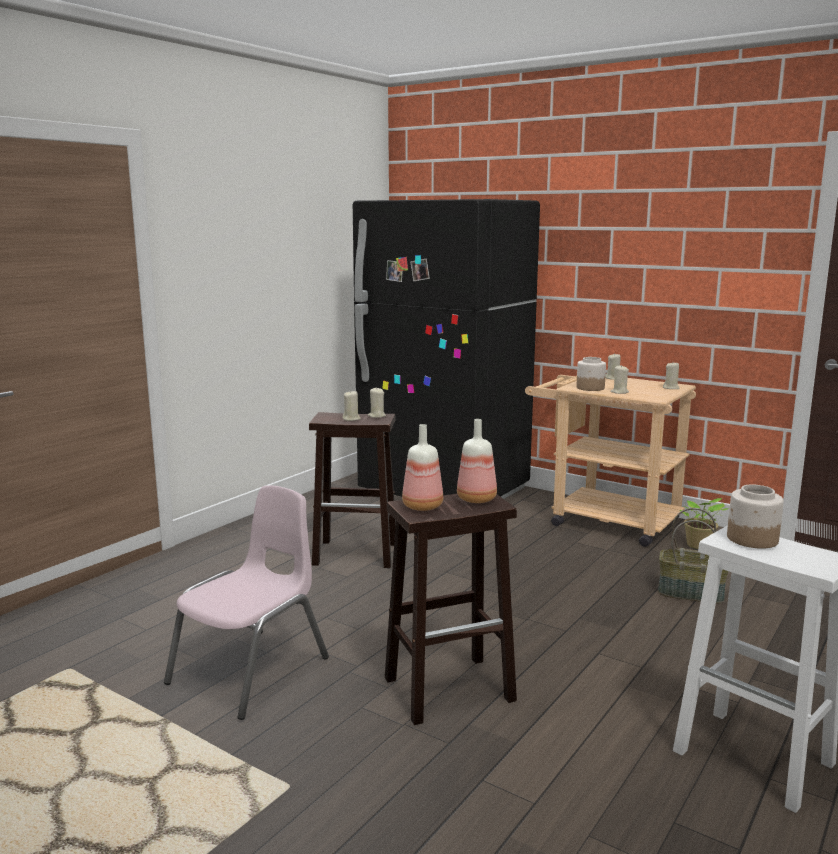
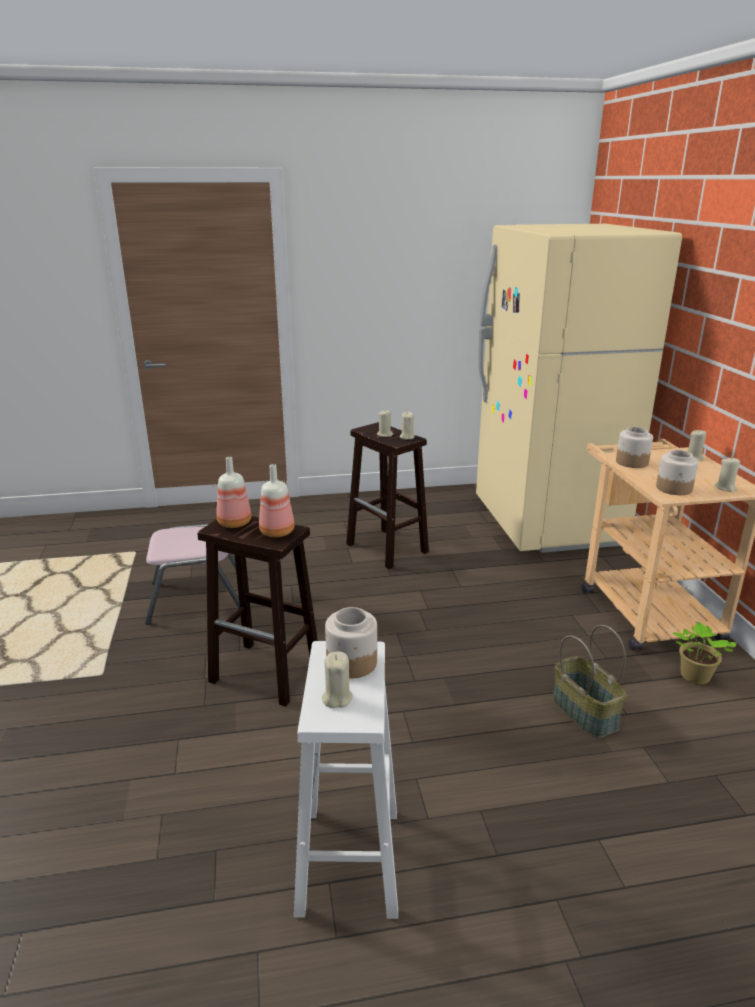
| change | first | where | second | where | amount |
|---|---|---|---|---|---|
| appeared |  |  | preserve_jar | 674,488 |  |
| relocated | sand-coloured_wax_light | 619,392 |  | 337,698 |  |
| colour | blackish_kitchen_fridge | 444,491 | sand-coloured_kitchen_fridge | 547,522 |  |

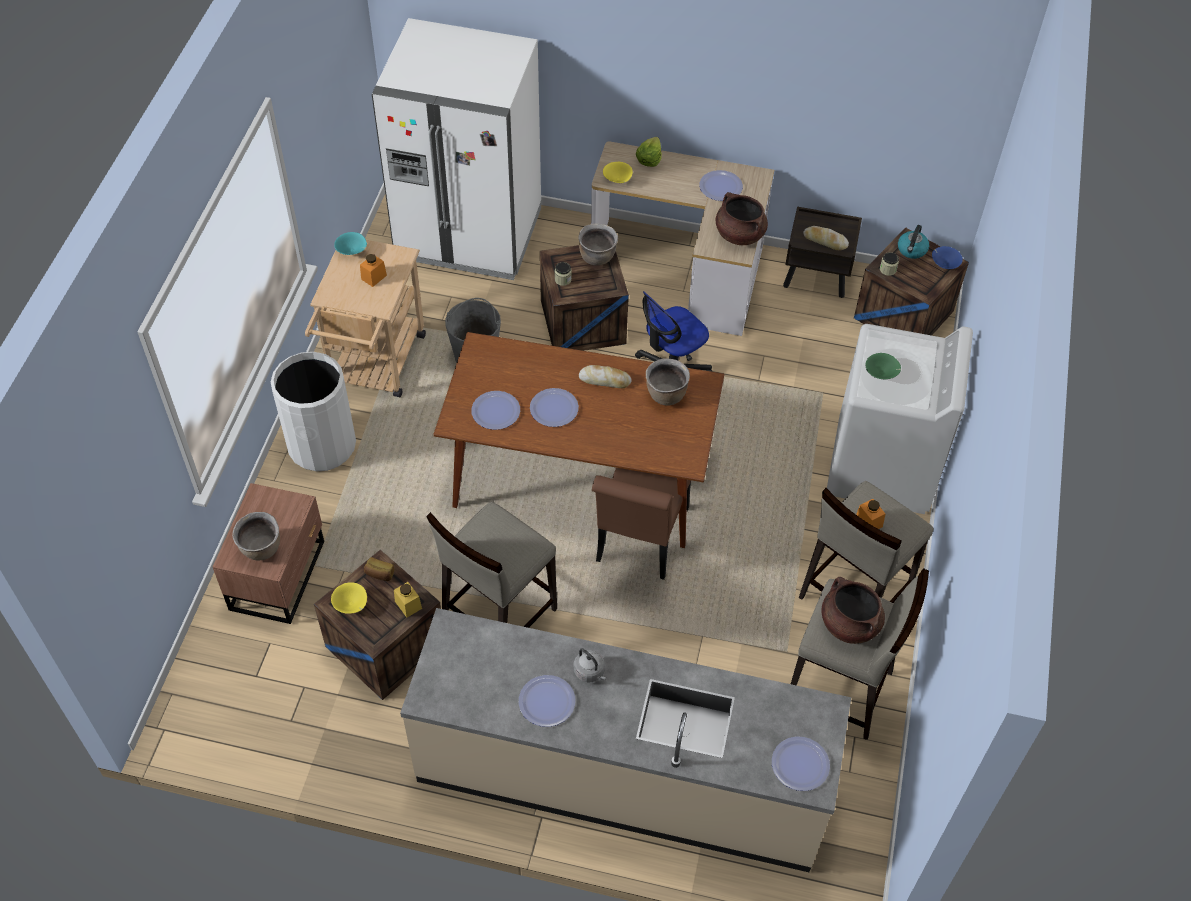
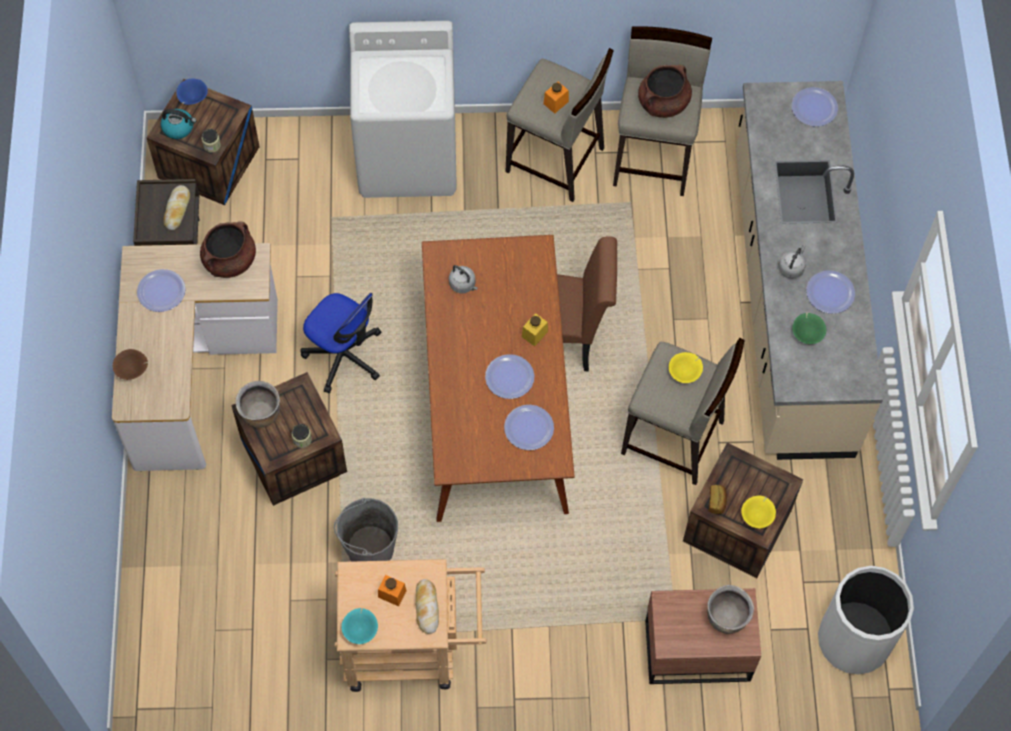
| change | first | where | second | where | amount |
|---|---|---|---|---|---|
| missing | white-coloured_kitchen_fridge | 469,234 |  |  |  |
| relocated | white-coloured_trash_can | 322,445 |  | 853,639 |  |
| relocated | yellow-coloured_preserve_jar | 408,605 |  | 534,334 |  |
| relocated | bread | 605,380 |  | 427,607 |  |
| relocated | yellow-coloured_serving_bowl | 617,180 |  | 685,372 |  |
| relocated | green_serving_bowl | 881,374 |  | 807,333 |  |
| exchanged | lettuce_head | 649,159 | brown_serving_bowl | 132,370 |  |
| exchanged | brown_cooking_pot | 665,395 | grey_kettle | 463,285 |  |

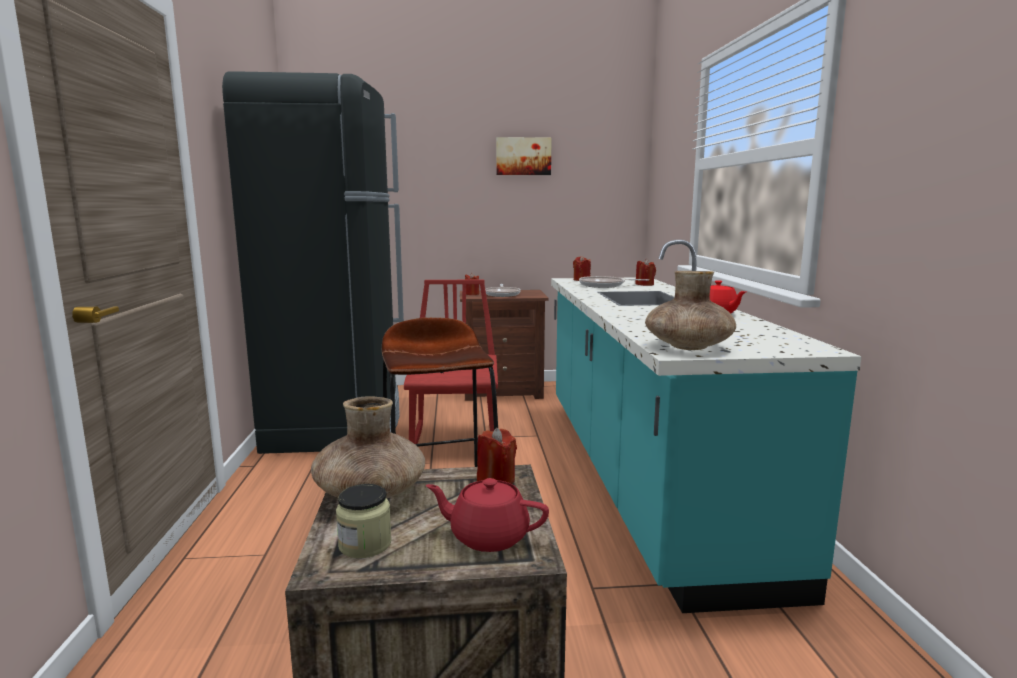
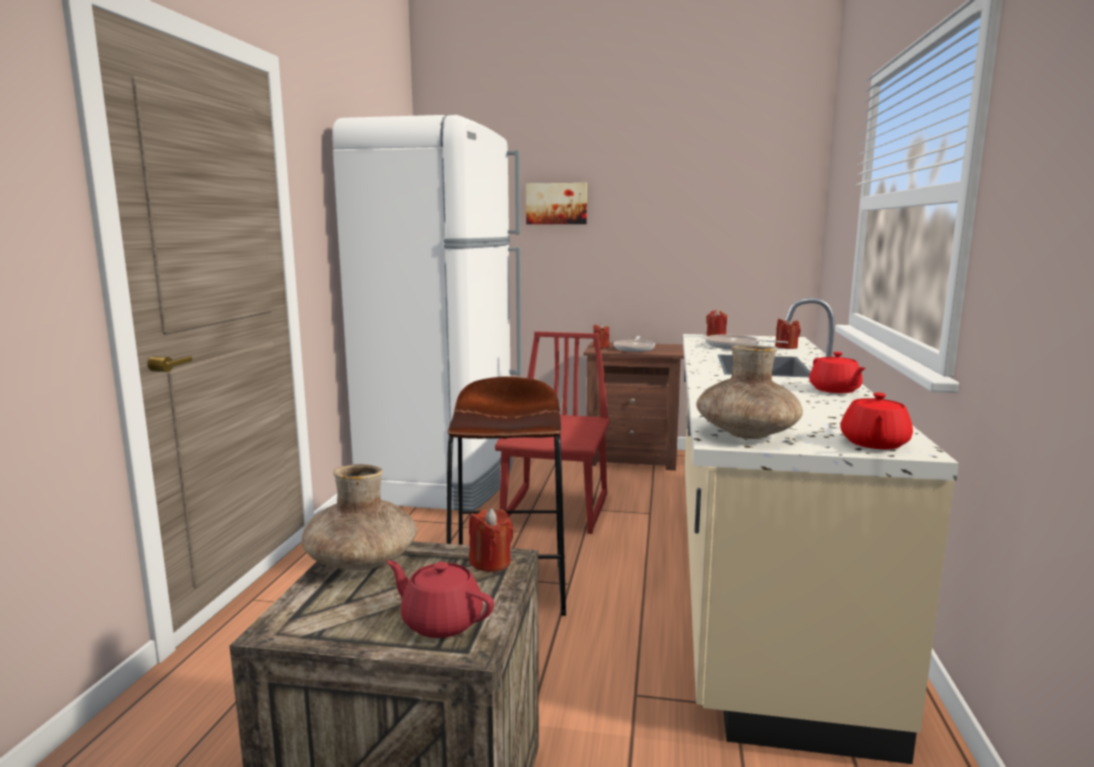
| change | first | where | second | where | amount |
|---|---|---|---|---|---|
| missing | preserve_jar | 365,544 |  |  |  |
| appeared |  |  | red_pot_for_tea | 873,443 |  |
| relocated | wall_art | 523,156 |  | 556,204 |  |
| colour | blackish_kitchen_fridge | 337,424 | white-coloured_kitchen_fridge | 443,479 |  |
| colour | turquoise-coloured_counter | 643,476 | sand-coloured_counter | 754,575 |  |

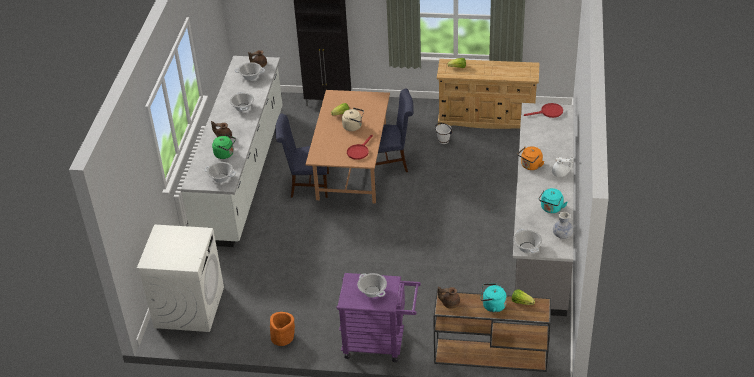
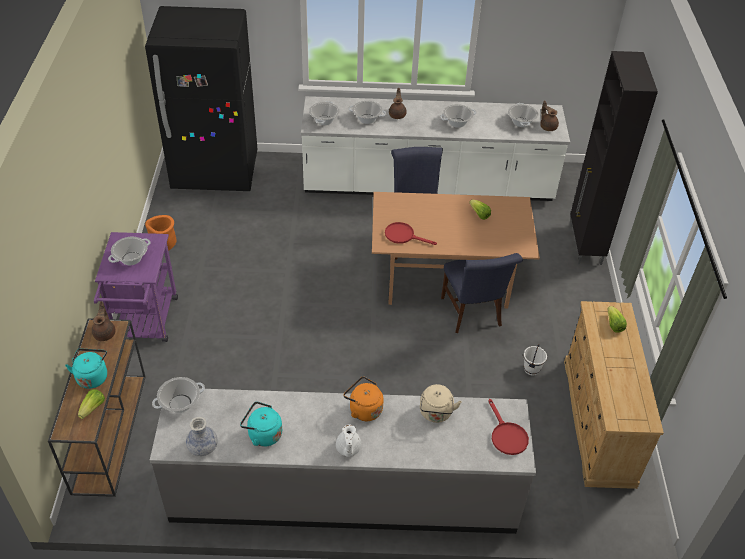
| change | first | where | second | where | amount |
|---|---|---|---|---|---|
| relocated | sand-coloured_kettle | 353,126 |  | 436,414 |  |
| exchanged | white-coloured_washing_machine | 189,307 | blackish_kitchen_fridge | 215,172 |  |
| exchanged | green_kettle | 225,154 | cooking_pot | 367,119 |  |

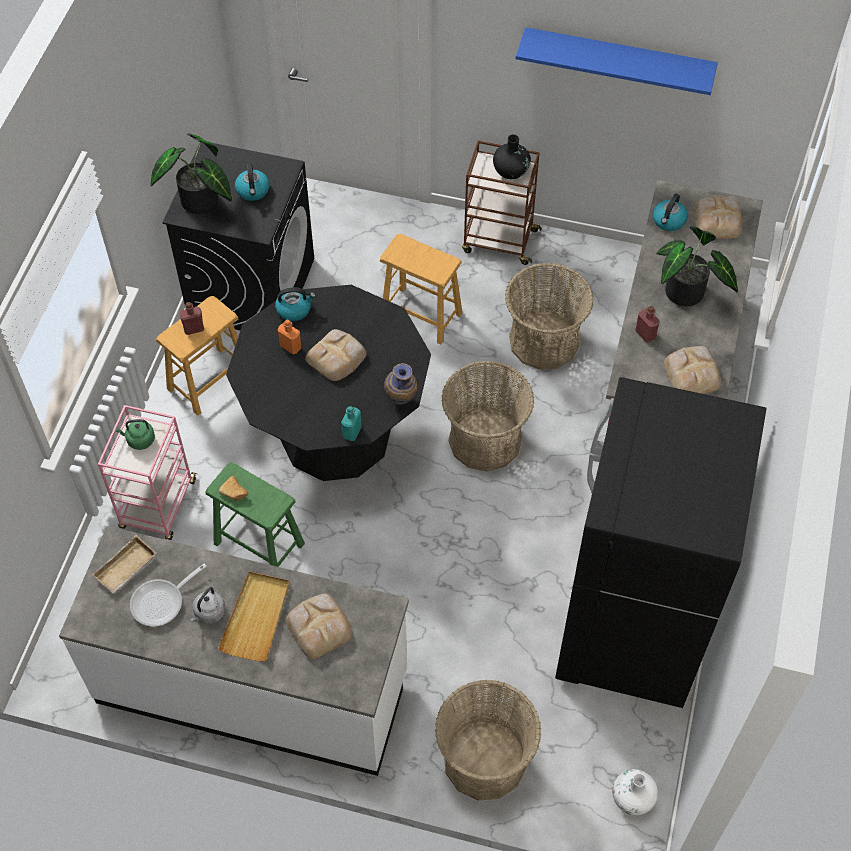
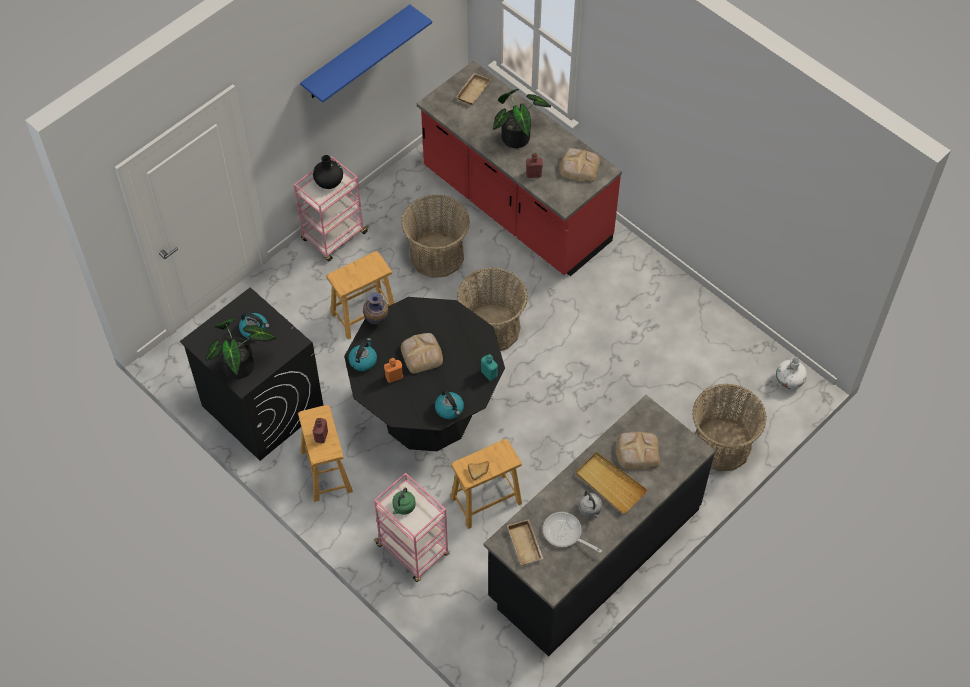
| change | first | where | second | where | amount |
|---|---|---|---|---|---|
| missing | blackish_kitchen_fridge | 631,628 |  |  |  |
| relocated | decorative_vase | 401,401 |  | 377,321 |  |
| relocated | kettle | 668,221 |  | 450,409 |  |
| exchanged | bread | 718,220 | sand-coloured_carrying_tray | 472,90 |  |
| colour | white-coloured_counter | 253,686 | blackish_counter | 593,553 |  |
| colour | green_stool | 259,544 | brown_stool | 486,500 |  |
| colour | brown_cart | 498,241 | pink_cart | 334,237 |  |
| spun | pan | 162,602 |  | 565,534 | 135 degrees clockwise |

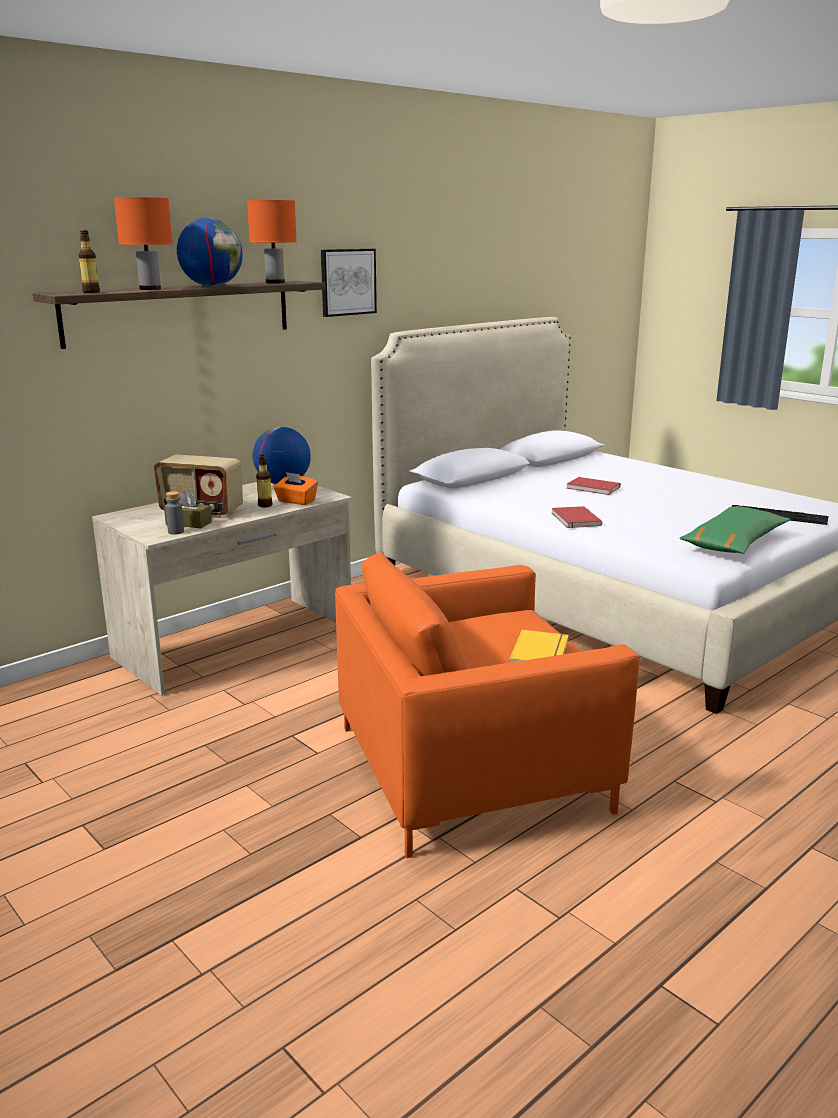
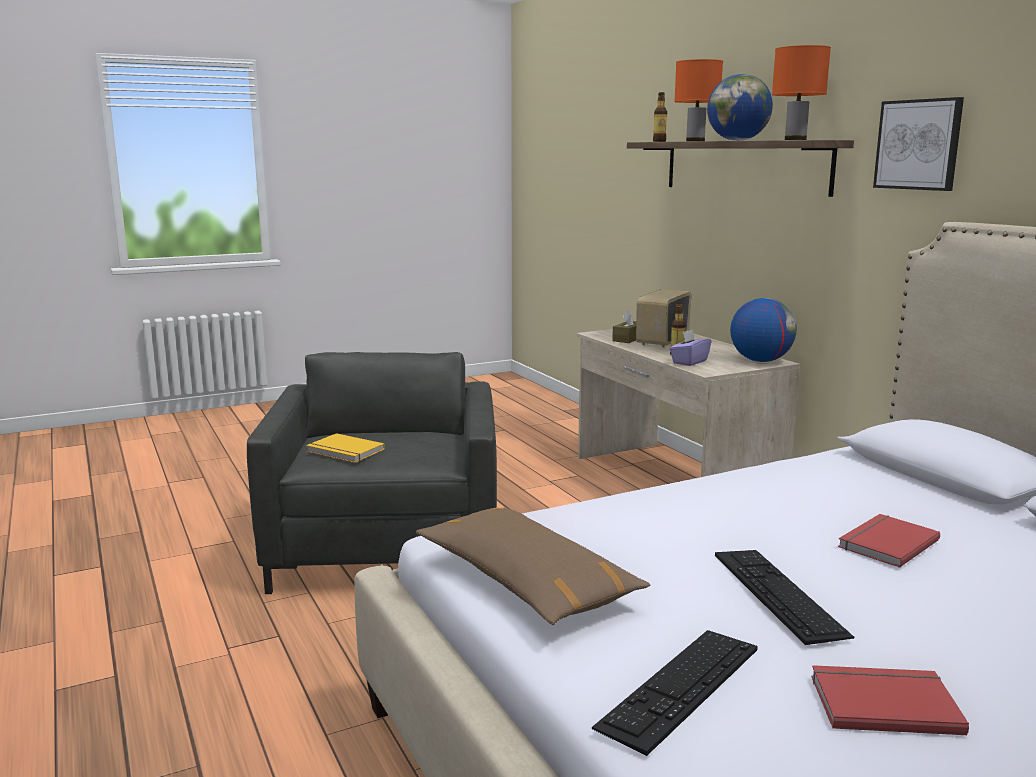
| change | first | where | second | where | amount |
|---|---|---|---|---|---|
| missing | grey_bottle | 176,532 |  |  |  |
| appeared |  |  | keyboard | 778,593 |  |
| relocated | red_volume | 574,519 |  | 882,702 |  |
| colour | orange_tissue_box | 296,501 | purplish_tissue_box | 689,362 |  |
| colour | orange_armchair | 469,767 | grey_armchair | 388,547 |  |
| colour | green_throw_pillow | 733,543 | brown_throw_pillow | 525,582 |  |

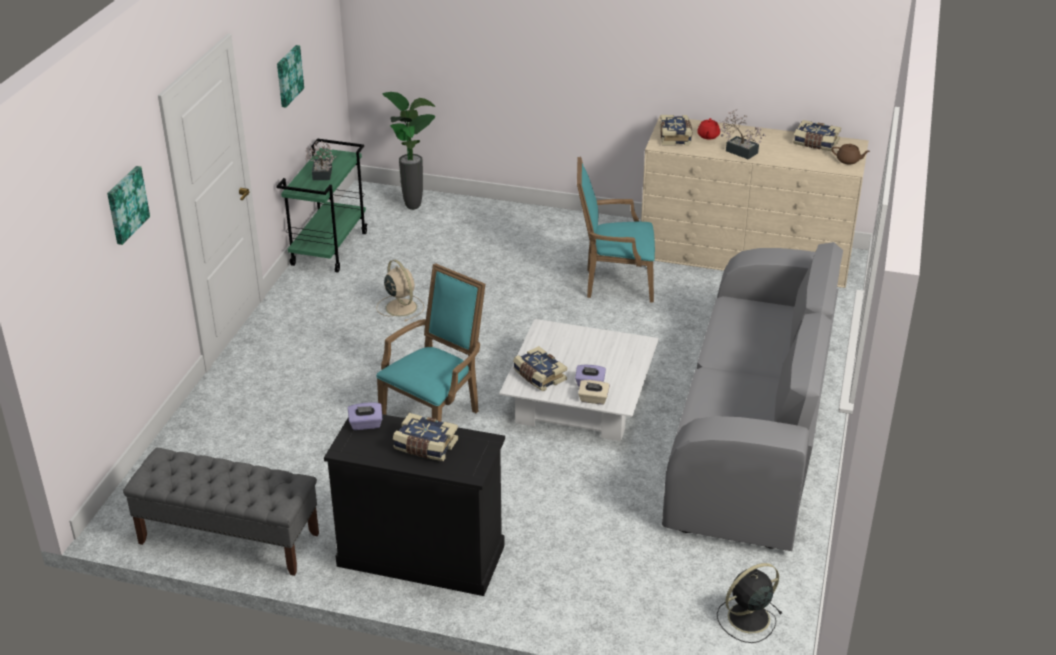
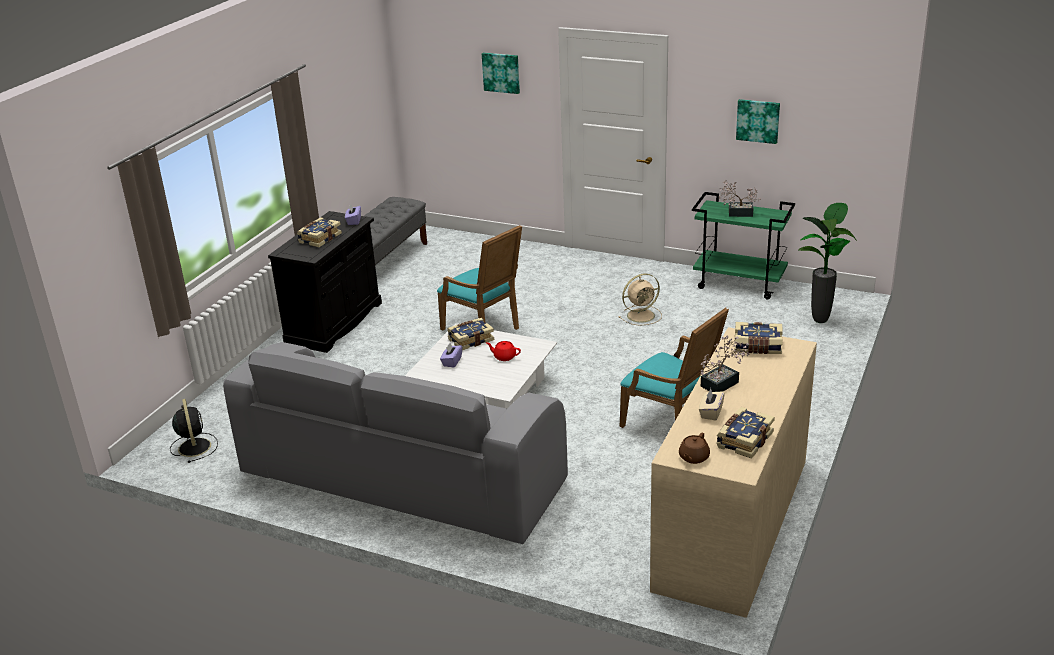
| change | first | where | second | where | amount |
|---|---|---|---|---|---|
| relocated | sand-coloured_tissue_box | 593,399 |  | 711,412 |  |
| relocated | red_pot_for_tea | 708,136 |  | 504,357 |  |
| spun | turquoise-coloured_armchair | 614,283 |  | 672,425 | 120 degrees clockwise |

